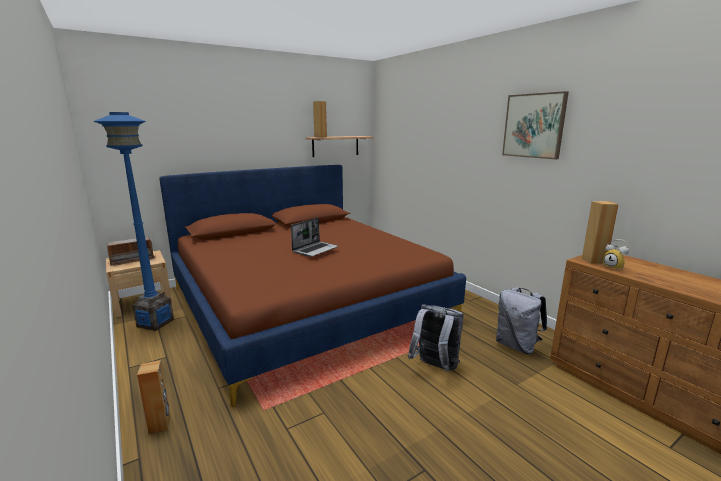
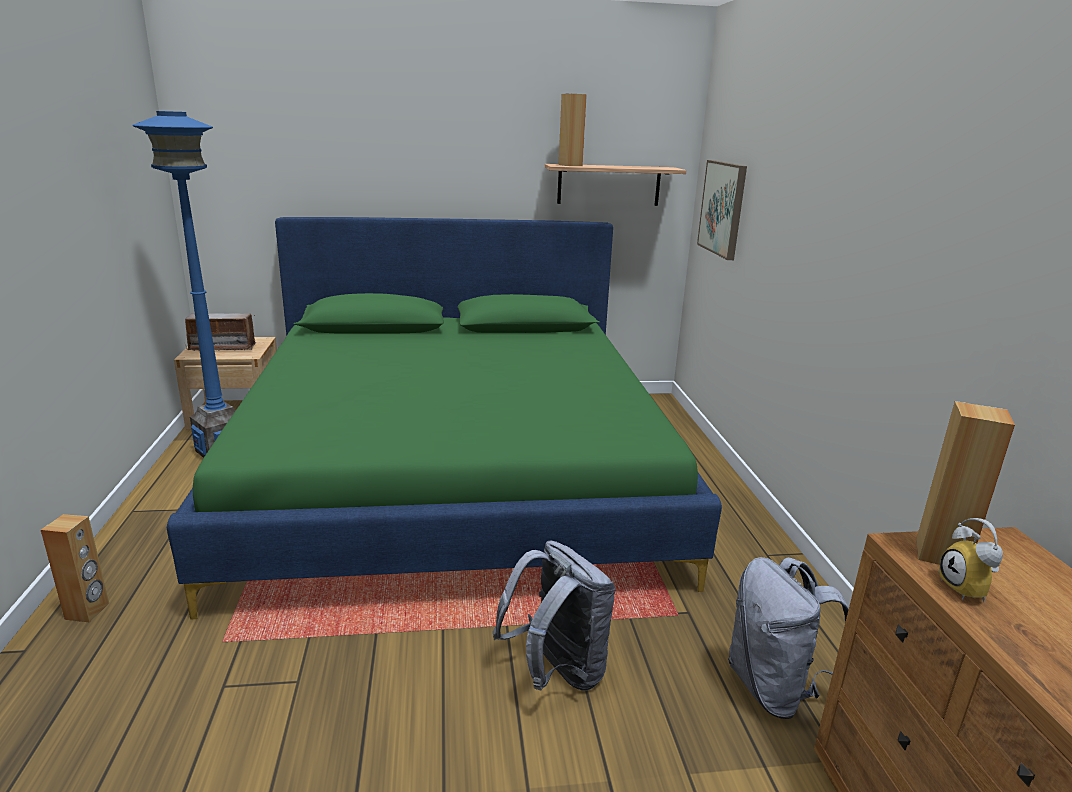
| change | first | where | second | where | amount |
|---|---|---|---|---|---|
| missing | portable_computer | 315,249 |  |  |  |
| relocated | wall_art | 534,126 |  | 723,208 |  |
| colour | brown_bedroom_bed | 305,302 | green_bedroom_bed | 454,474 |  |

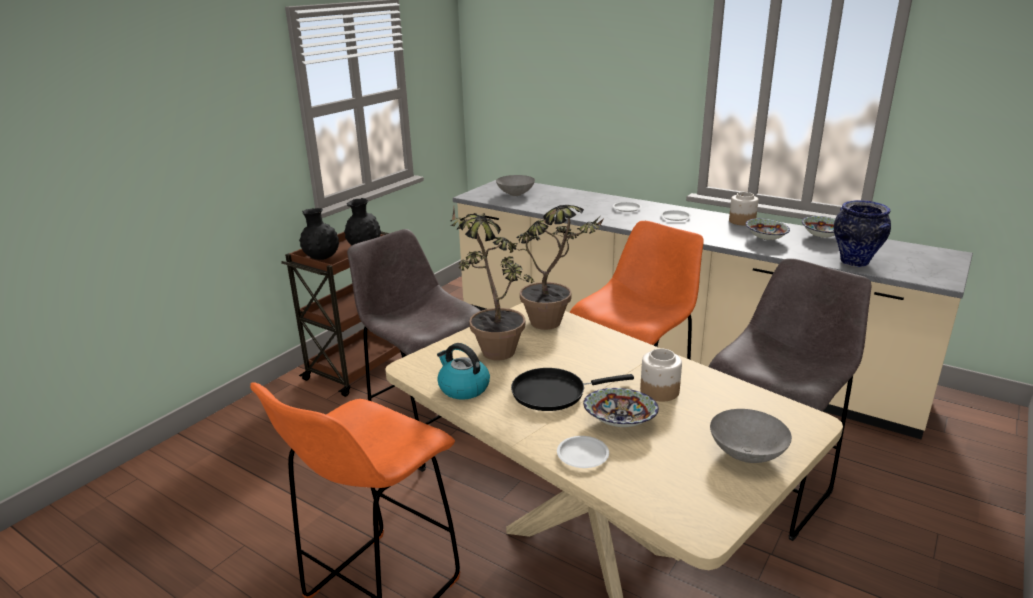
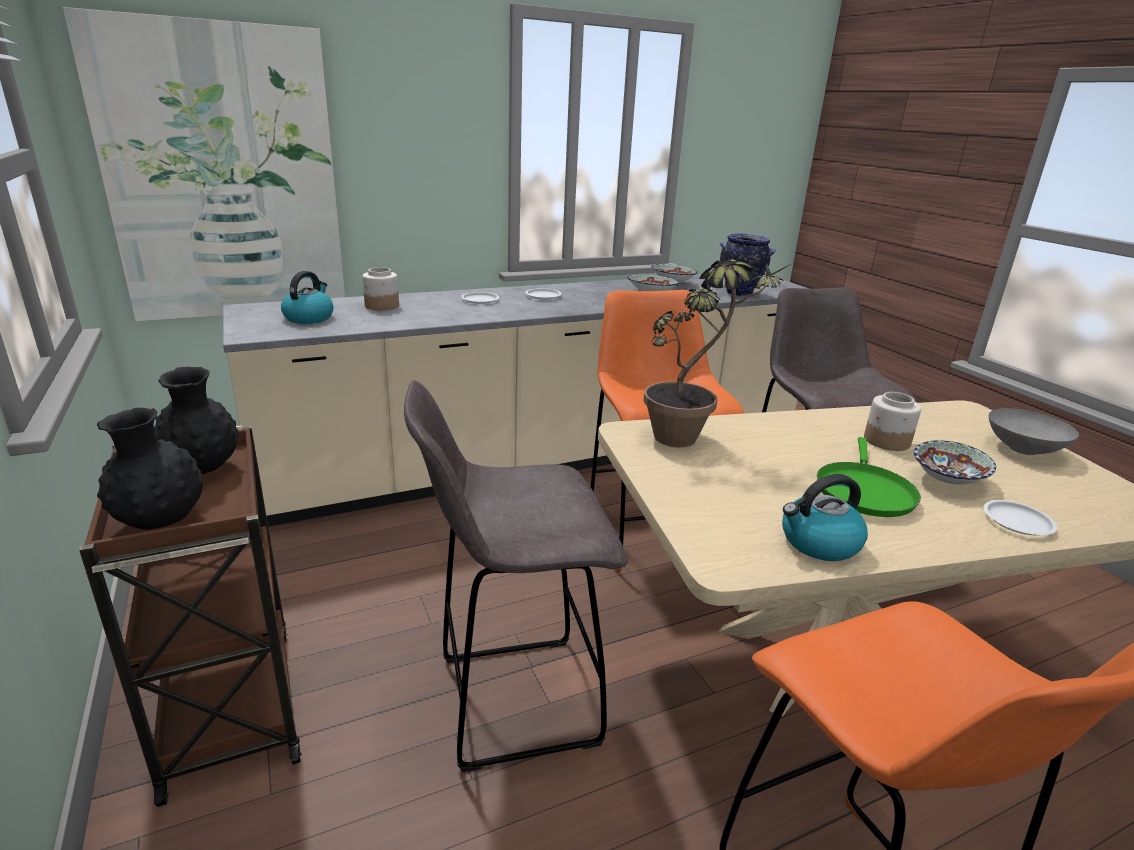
| change | first | where | second | where | amount |
|---|---|---|---|---|---|
| missing | potted_plant | 491,347 |  |  |  |
| appeared |  |  | wall_art | 225,178 |  |
| relocated | preserve_jar | 741,221 |  | 382,306 |  |
| exchanged | grey_serving_bowl | 515,194 | kettle | 309,318 |  |
| colour | blackish_pan | 553,393 | green_pan | 863,491 |  |

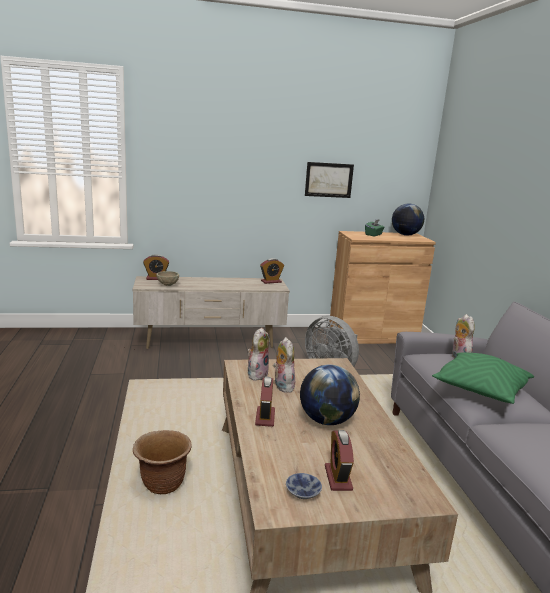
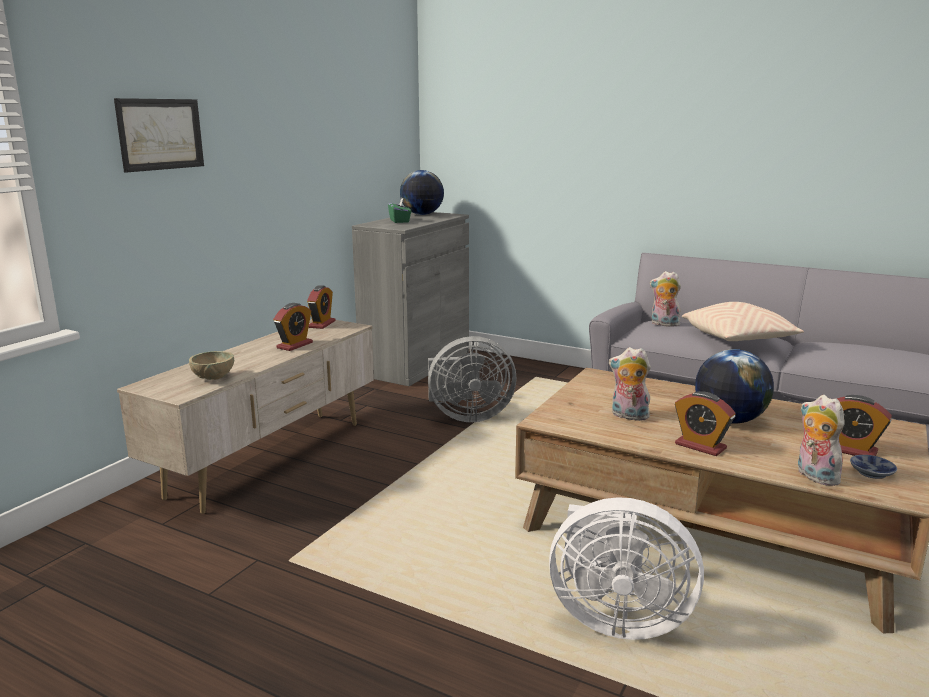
| change | first | where | second | where | amount |
|---|---|---|---|---|---|
| relocated | table_clock | 156,278 |  | 294,345 |  |
| relocated | soft_toy | 257,374 |  | 814,476 |  |
| relocated | wall_art | 329,180 |  | 161,134 |  |
| exchanged | brown_plant_pot | 162,484 | white-coloured_fan | 615,619 |  |
| colour | brown_cabinet | 373,335 | grey_cabinet | 416,363 |  |
| colour | green_throw_pillow | 480,390 | sand-coloured_throw_pillow | 739,339 |  |

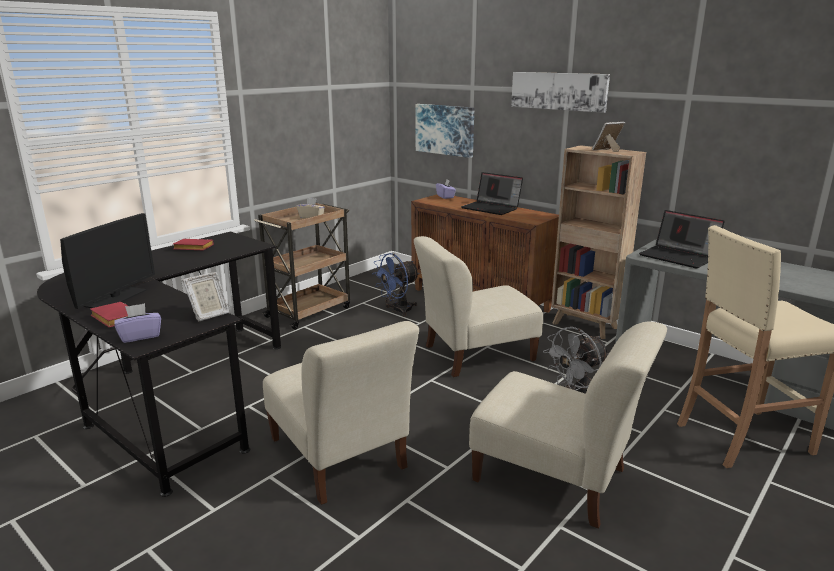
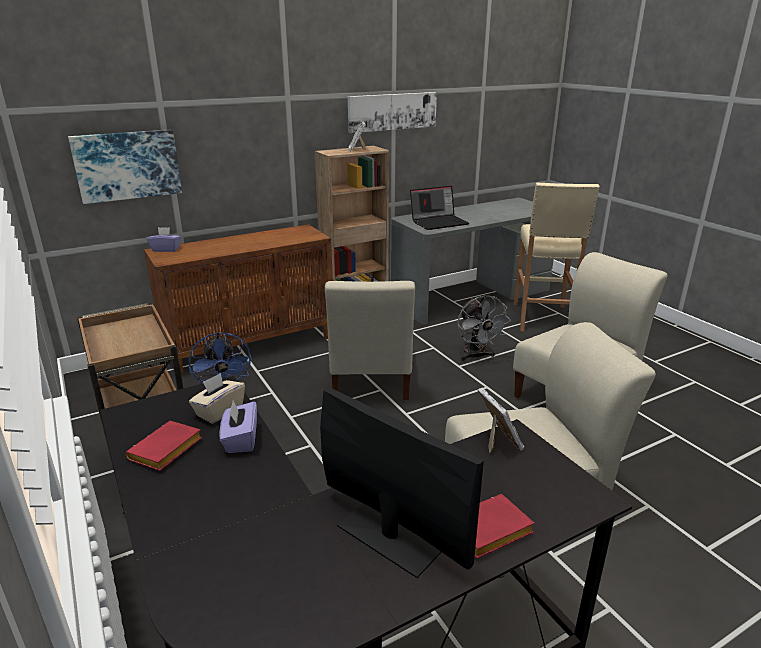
| change | first | where | second | where | amount |
|---|---|---|---|---|---|
| missing | portable_computer | 492,208 |  |  |  |
| relocated | purplish_tissue_box | 140,336 |  | 240,440 |  |
| relocated | sand-coloured_tissue_box | 311,217 |  | 219,411 |  |
| relocated | wall_art | 558,91 |  | 392,111 |  |

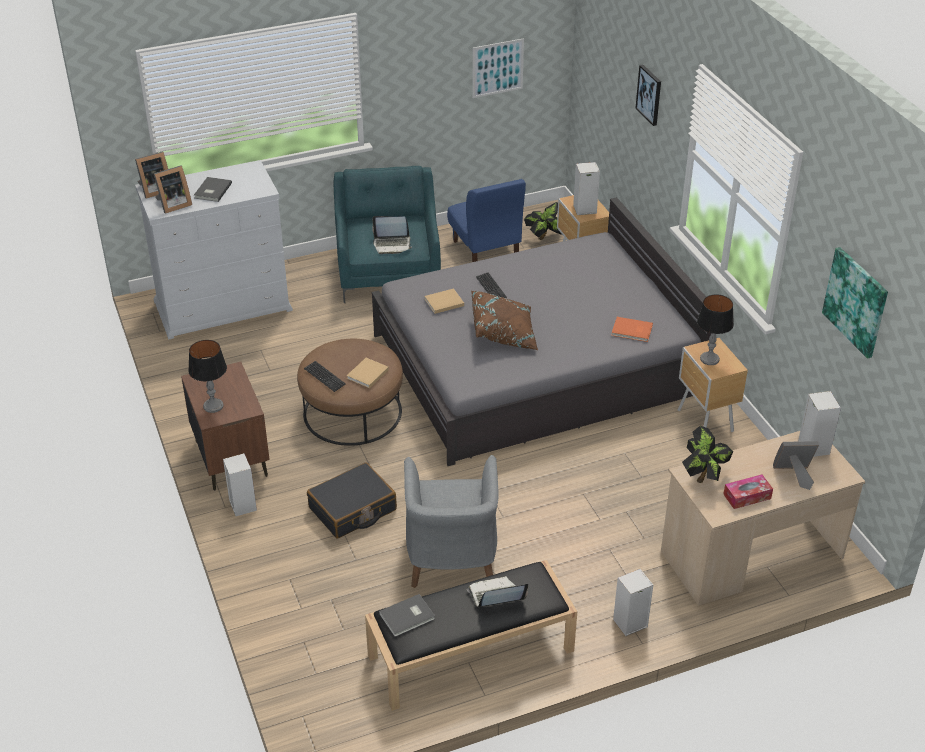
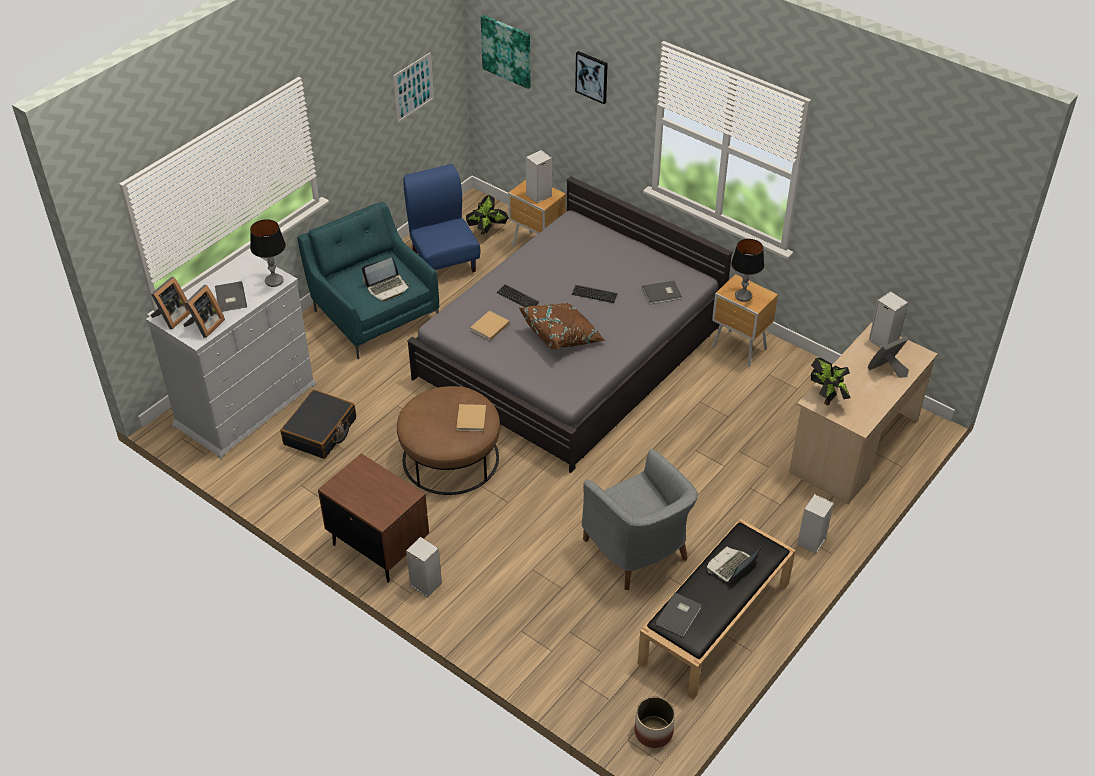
| change | first | where | second | where | amount |
|---|---|---|---|---|---|
| missing | tissue_box | 747,496 |  |  |  |
| appeared |  |  | plant_pot | 653,732 |  |
| relocated | tabletop_lamp | 213,406 |  | 274,281 |  |
| relocated | keyboard | 324,377 |  | 594,295 |  |
| relocated | blackish_piece_of_luggage | 352,509 |  | 320,432 |  |
| relocated | wall_art | 856,301 |  | 507,51 |  |
| colour | orange_volume | 632,331 | grey_volume | 662,294 |  |
| spun | bluish_plain_chair | 485,250 |  | 444,261 | 150 degrees counterclockwise |

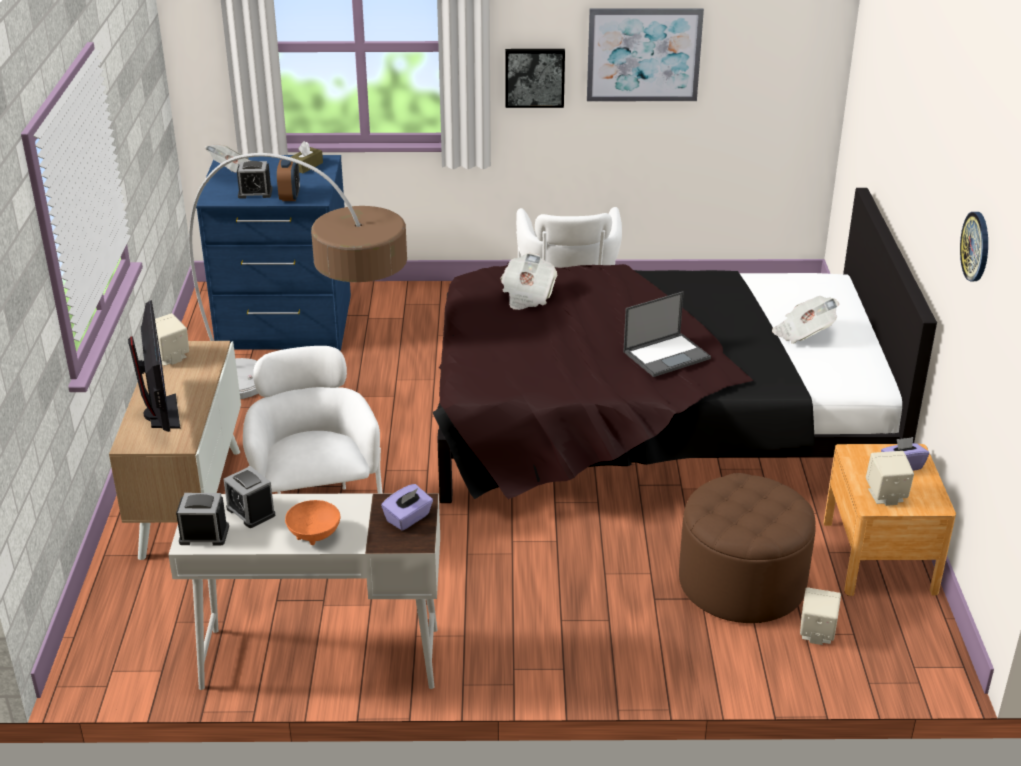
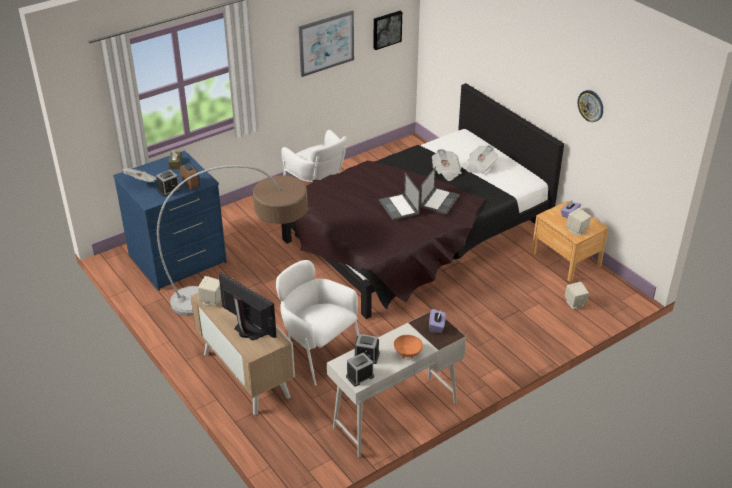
| change | first | where | second | where | amount |
|---|---|---|---|---|---|
| missing | brown_pouffe | 741,583 |  |  |  |
| appeared |  |  | portable_computer | 399,207 |  |
| relocated | daily_paper | 527,296 |  | 446,172 |  |
| relocated | wall_art | 534,77 |  | 386,29 |  |

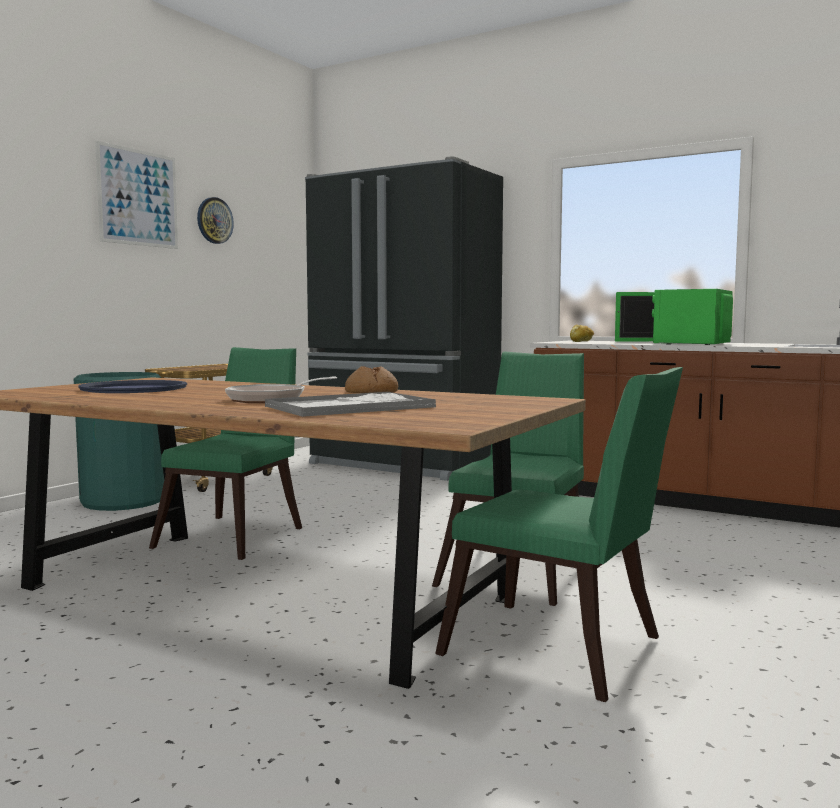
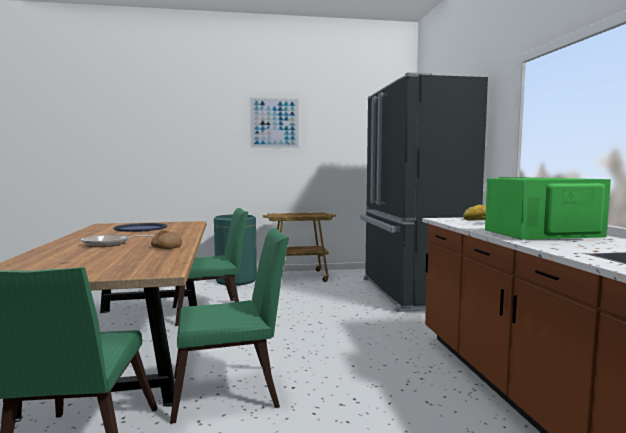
| change | first | where | second | where | amount |
|---|---|---|---|---|---|
| missing | wall_clock | 214,220 |  |  |  |
| missing | carrying_tray | 351,407 |  |  |  |

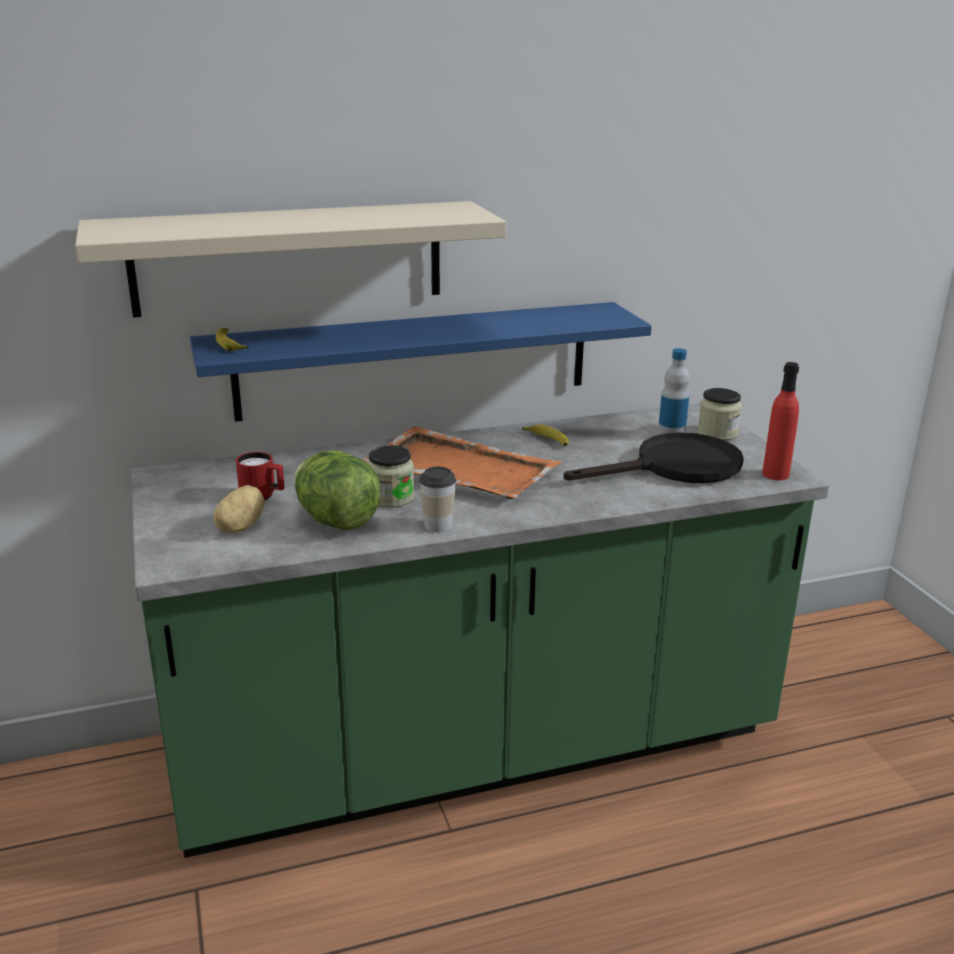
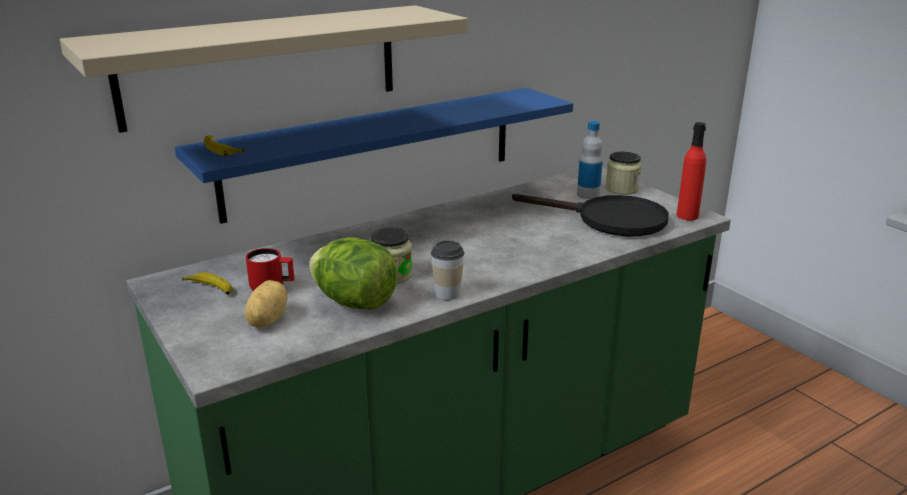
| change | first | where | second | where | amount |
|---|---|---|---|---|---|
| missing | orange_carrying_tray | 459,468 |  |  |  |
| relocated | banana_fruit | 547,440 |  | 210,289 |  |
| spun | blackish_pan | 675,467 |  | 609,220 | 60 degrees clockwise |

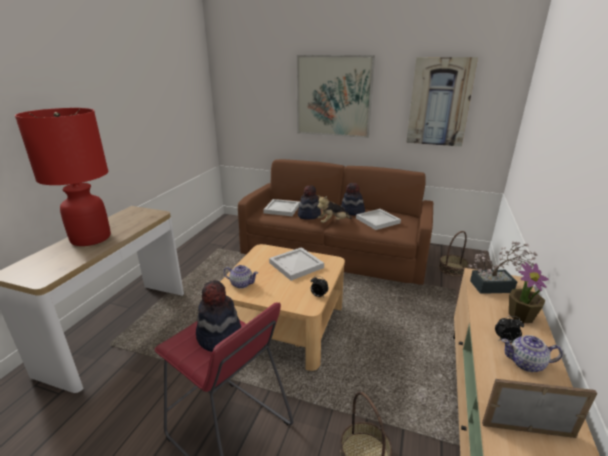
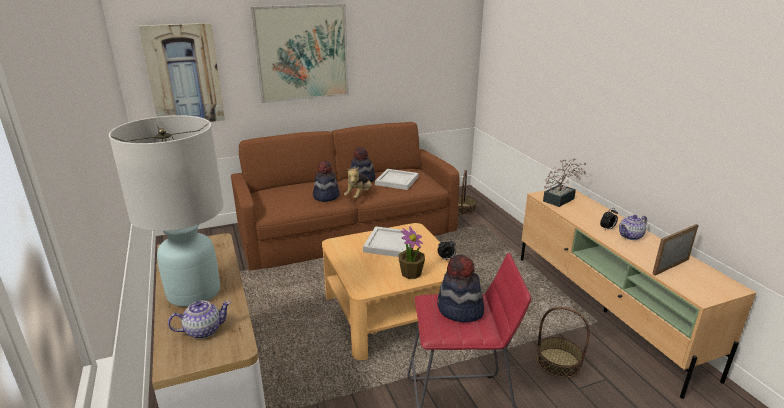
| change | first | where | second | where | amount |
|---|---|---|---|---|---|
| missing | white-coloured_carrying_tray | 282,209 |  |  |  |
| relocated | pot_for_tea | 241,284 |  | 203,330 |  |
| relocated | wall_art | 439,102 |  | 184,75 |  |
| relocated | potted_plant | 521,316 |  | 411,273 |  |
| colour | red_tabletop_lamp | 90,238 | white-coloured_tabletop_lamp | 194,293 |  |

